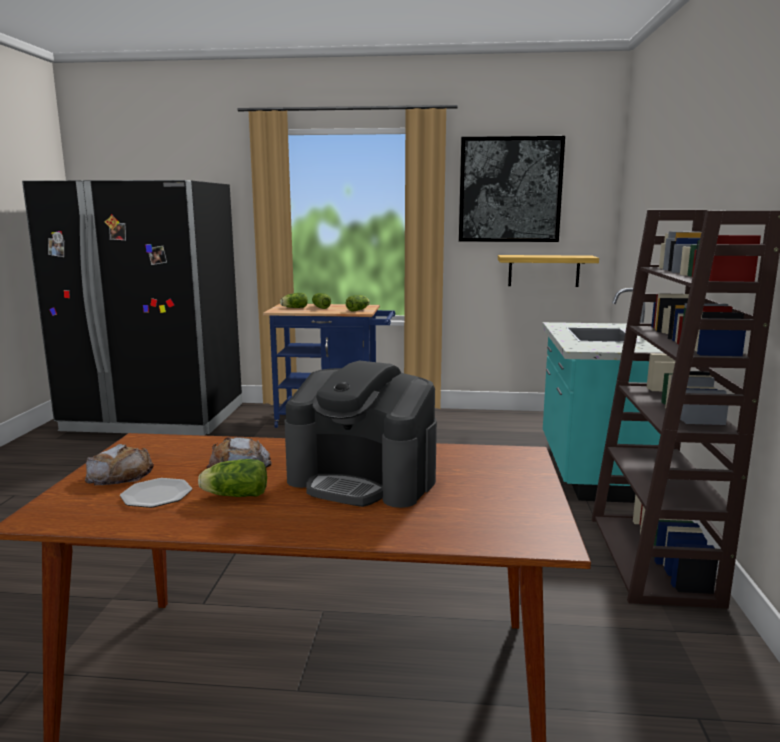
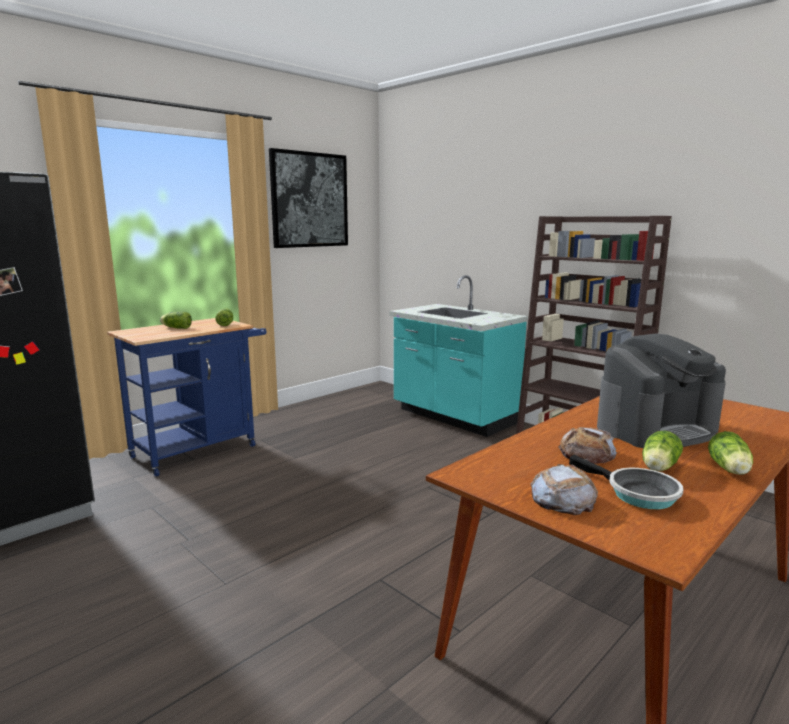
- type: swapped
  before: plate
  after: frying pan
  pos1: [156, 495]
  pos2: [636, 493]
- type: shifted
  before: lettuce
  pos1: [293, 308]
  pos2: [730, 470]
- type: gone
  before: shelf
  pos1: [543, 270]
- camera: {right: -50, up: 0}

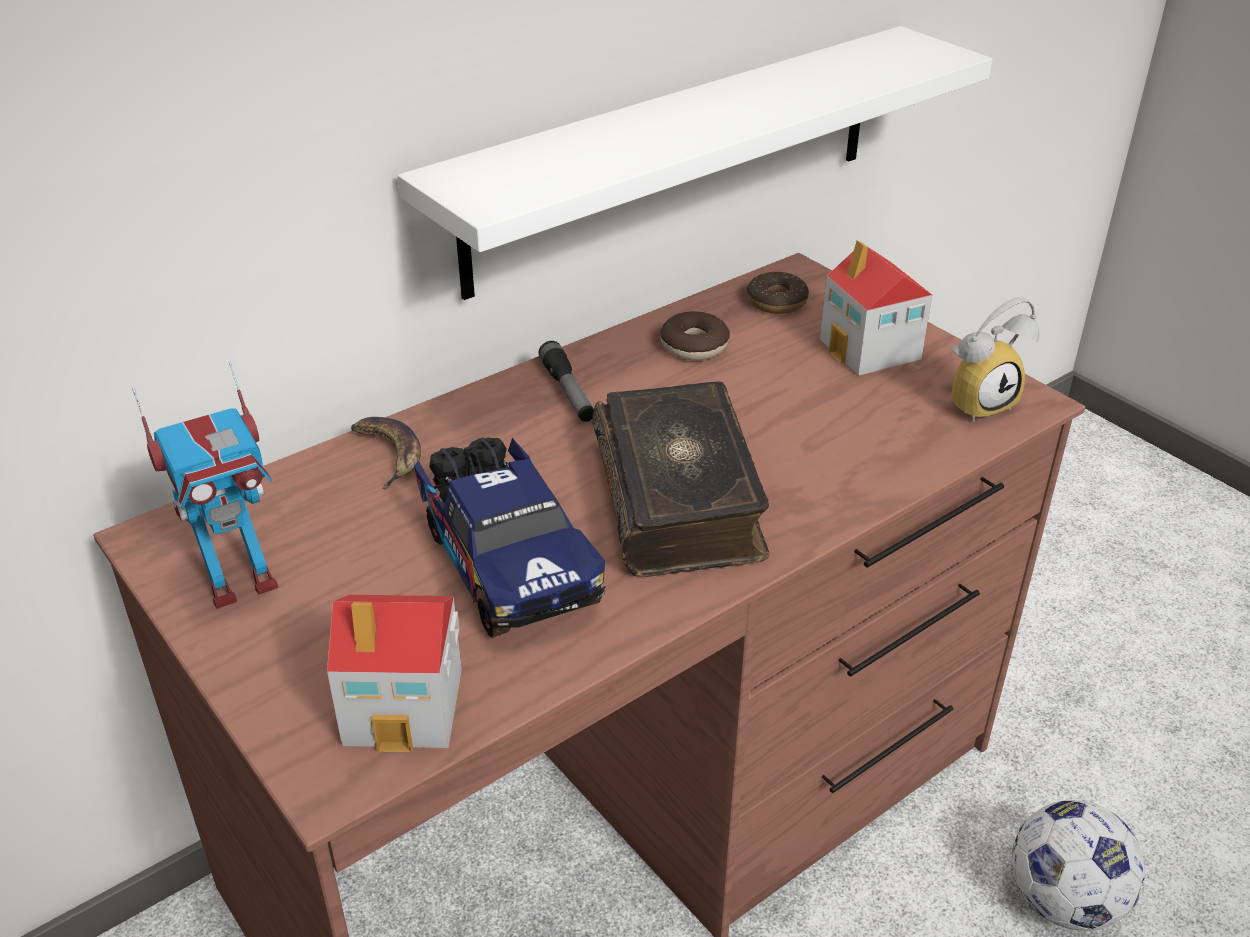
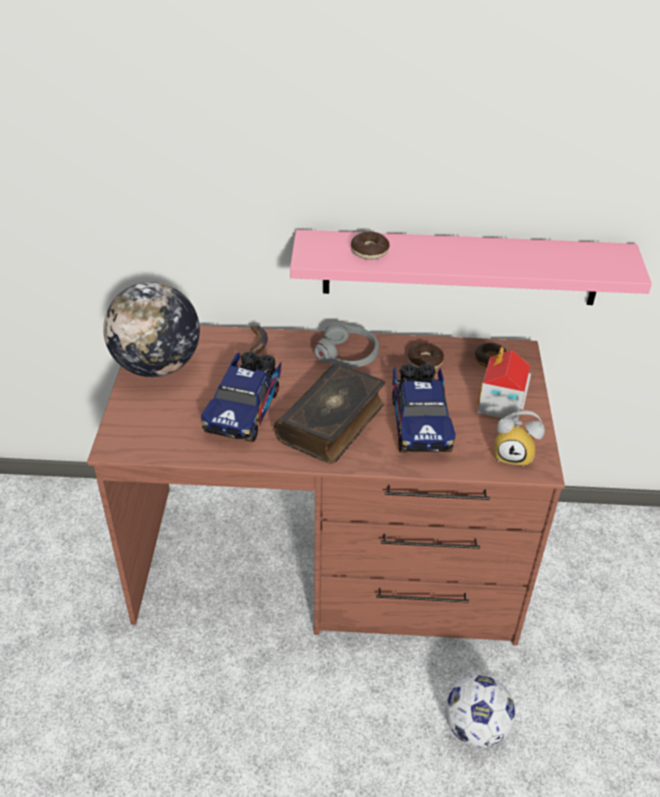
- type: swapped
  before: toy robot
  after: globe
  pos1: [240, 582]
  pos2: [157, 366]
- type: gone
  before: toy house
  pos1: [406, 706]
- type: repainted
  before: shelf in white
  after: shelf in pink
  pos1: [677, 158]
  pos2: [461, 267]
- type: swapped
  before: flashlight
  after: headphones in grey
  pos1: [568, 392]
  pos2: [348, 354]
- type: new
  after: donut
  pos2: [369, 251]
- type: new
  after: toy truck
  pos2: [420, 421]
- camera: {right: 40, up: 5}

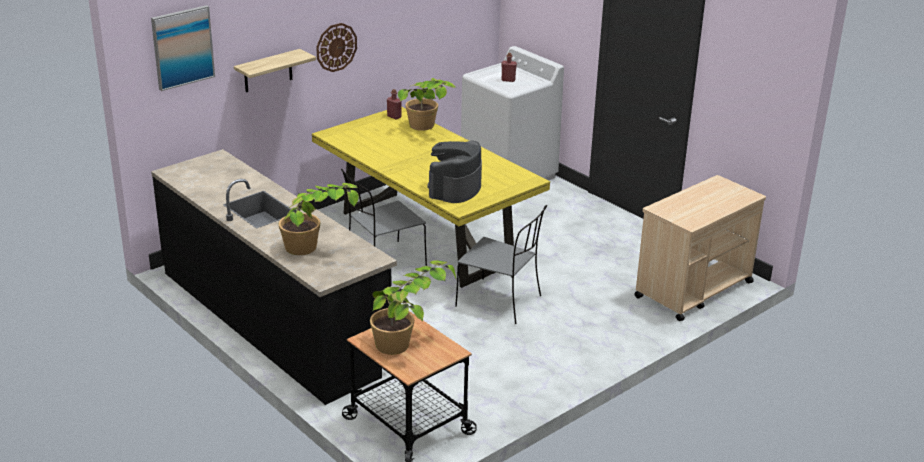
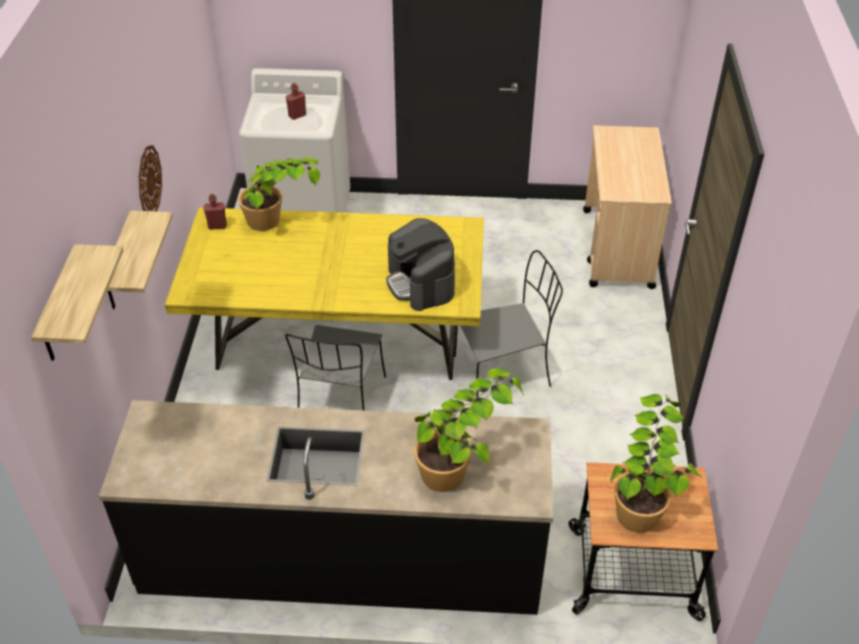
- type: swapped
  before: picture
  after: shelf
  pos1: [182, 47]
  pos2: [59, 307]
- camera: {right: -45, up: 15}

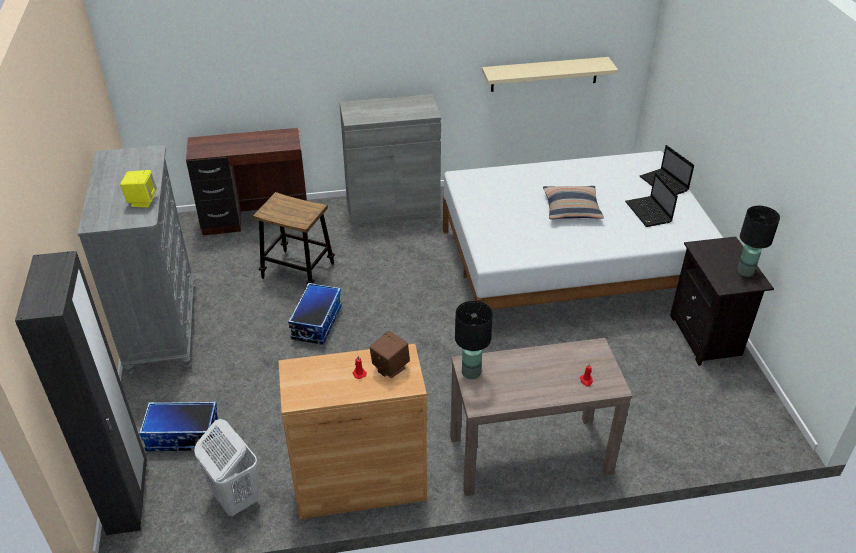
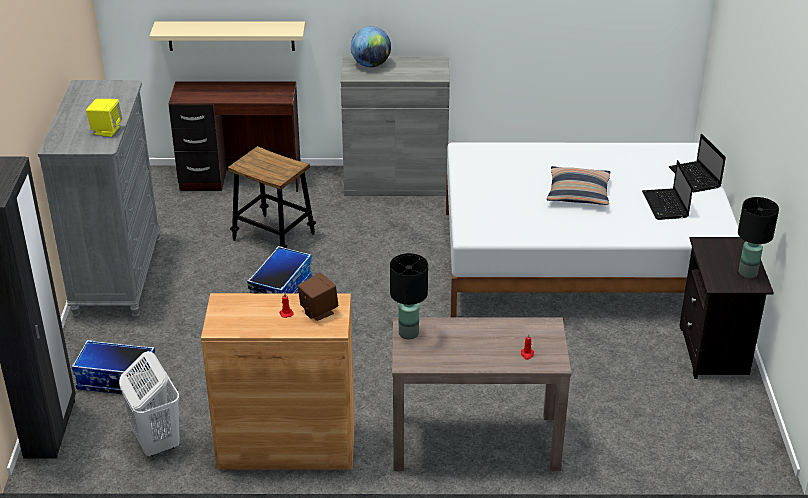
- type: shifted
  before: shelf in beige
  pos1: [544, 74]
  pos2: [231, 35]
- type: new
  after: globe
  pos2: [371, 65]
- camera: {right: 10, up: -5}

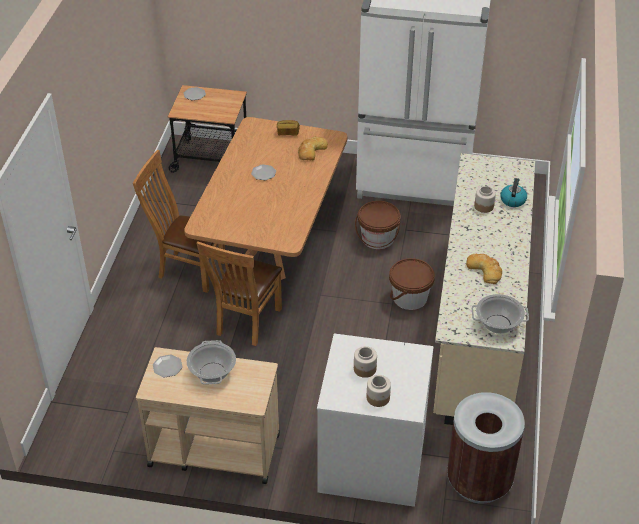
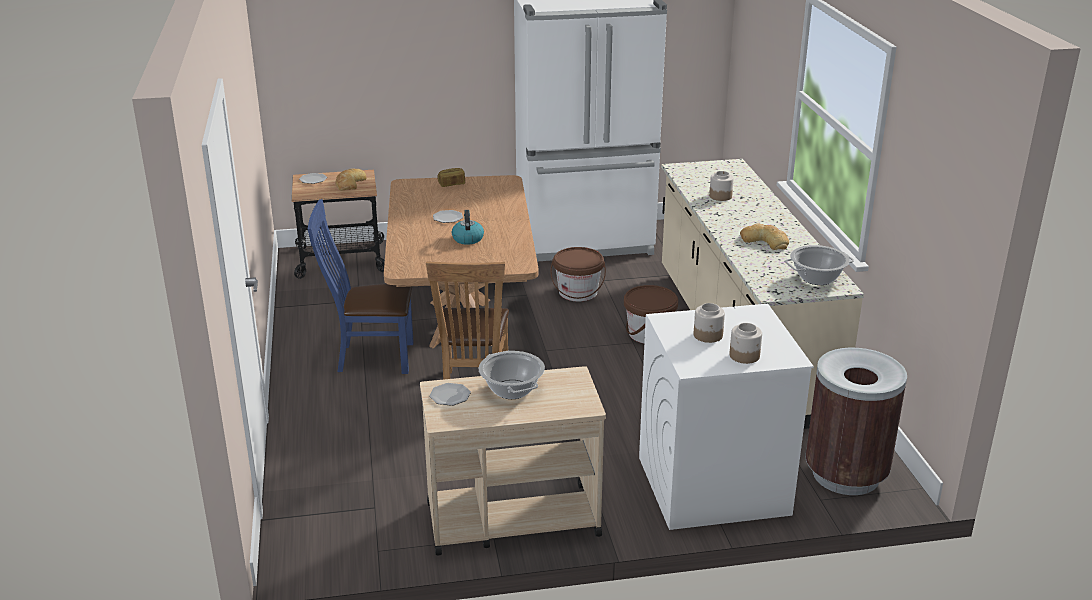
- type: repainted
  before: chair in brown
  after: chair in blue
  pos1: [188, 269]
  pos2: [370, 357]
- type: shifted
  before: bread
  pos1: [311, 151]
  pos2: [349, 183]
- type: shifted
  before: kettle
  pos1: [513, 200]
  pos2: [467, 238]
- camera: {right: -20, up: -15}

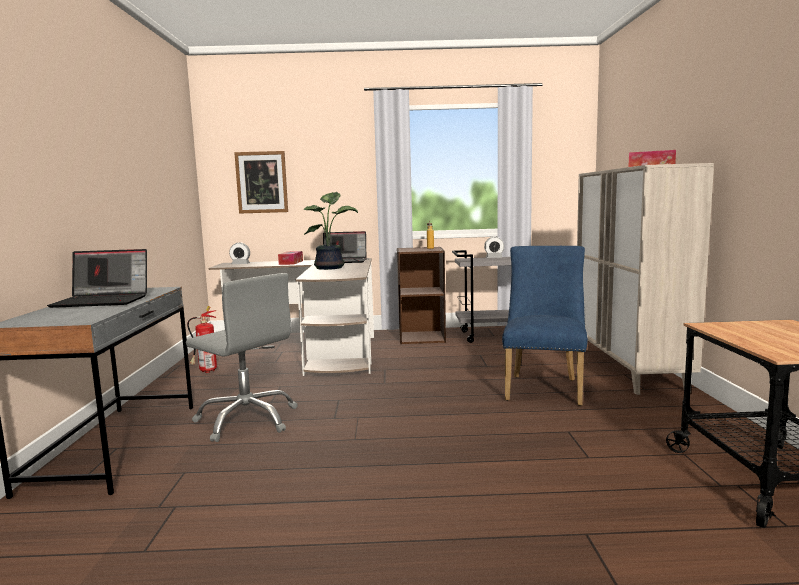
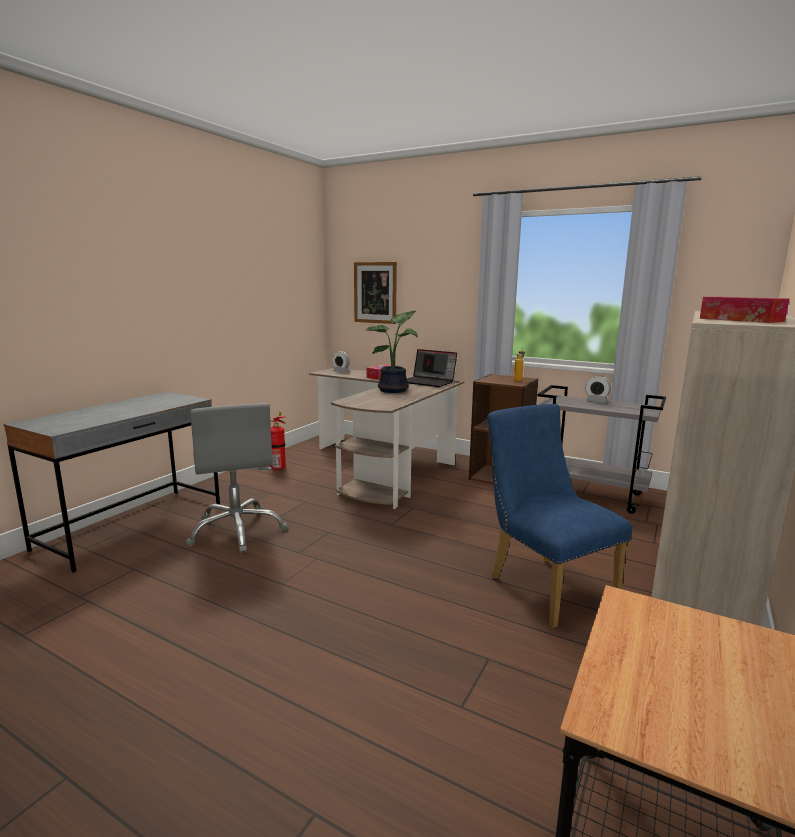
- type: gone
  before: laptop
  pos1: [104, 301]
- type: rotated
  before: chair in blue
  pos1: [544, 388]
  pos2: [544, 585]
  turn: -75
- camera: {right: 30, up: 5}

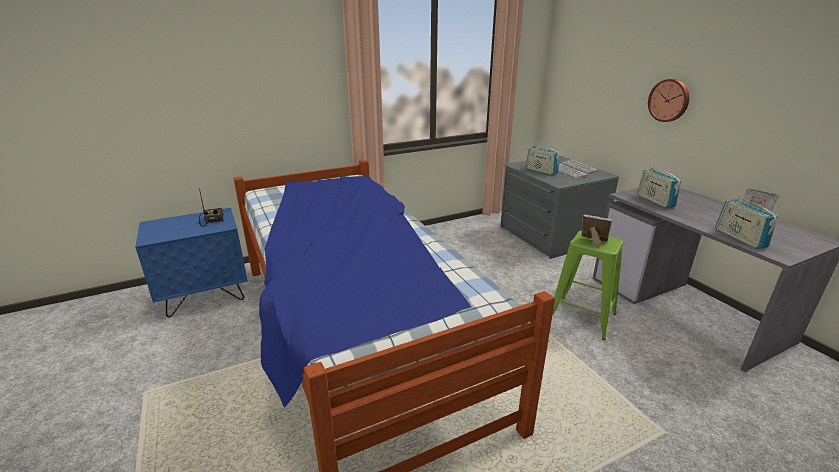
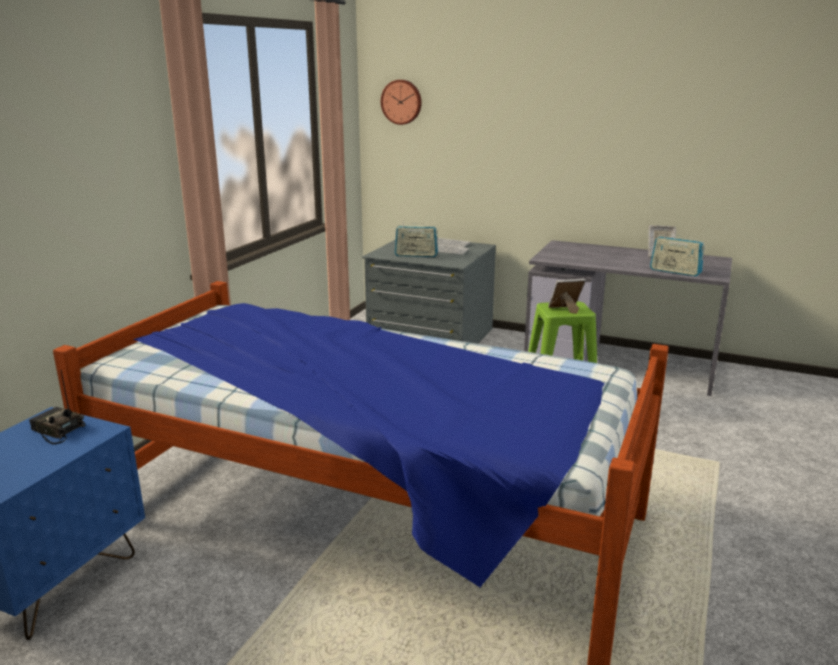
- type: gone
  before: radio
  pos1: [655, 201]
- type: shifted
  before: wall clock
  pos1: [669, 100]
  pos2: [402, 102]
- camera: {right: -40, up: -5}

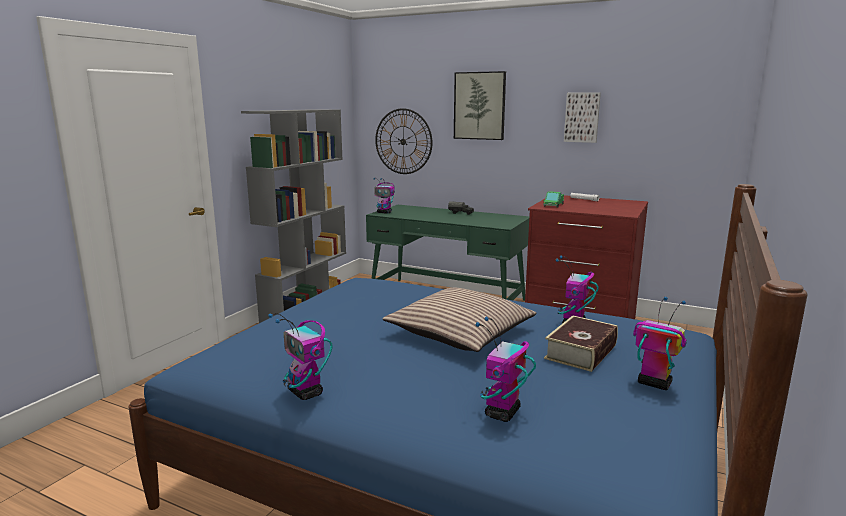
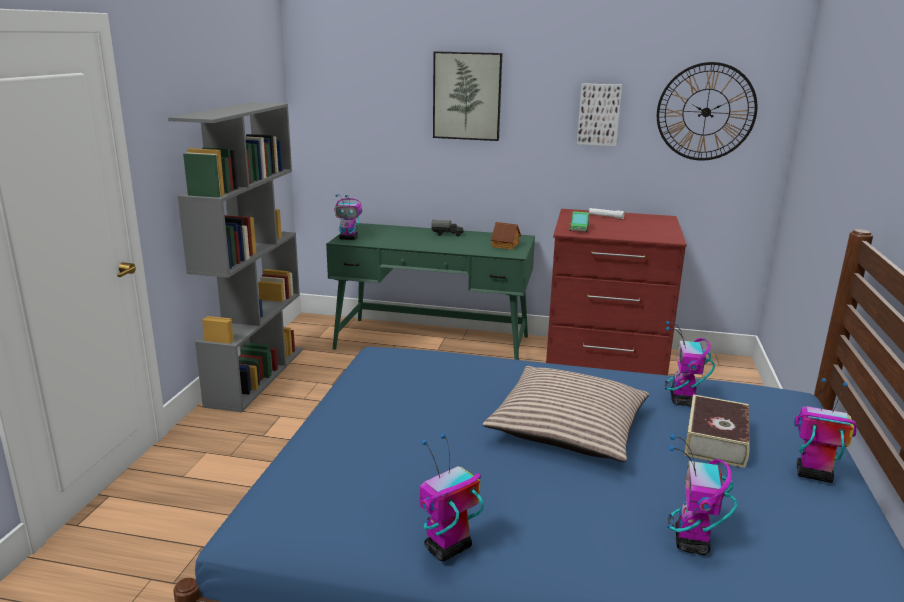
- type: rotated
  before: toy robot
  pos1: [306, 393]
  pos2: [447, 549]
  turn: 105
- type: shifted
  before: wall clock
  pos1: [403, 141]
  pos2: [706, 112]
- type: new
  after: toy house
  pos2: [506, 245]
- camera: {right: -15, up: 5}

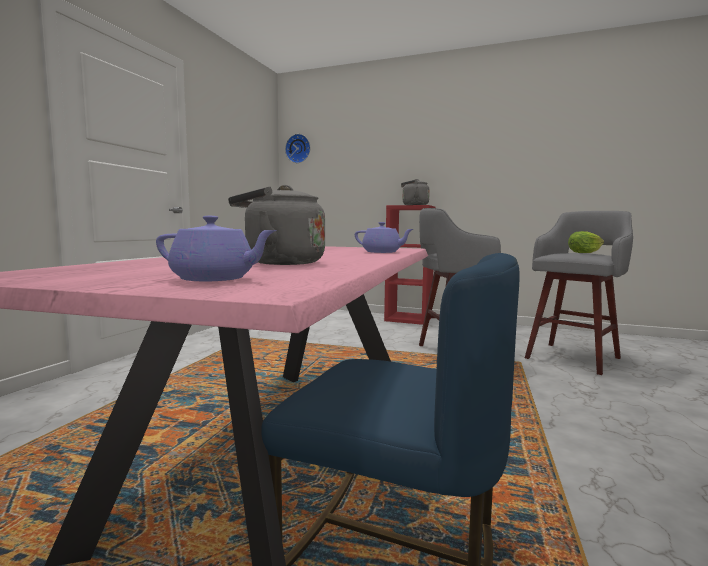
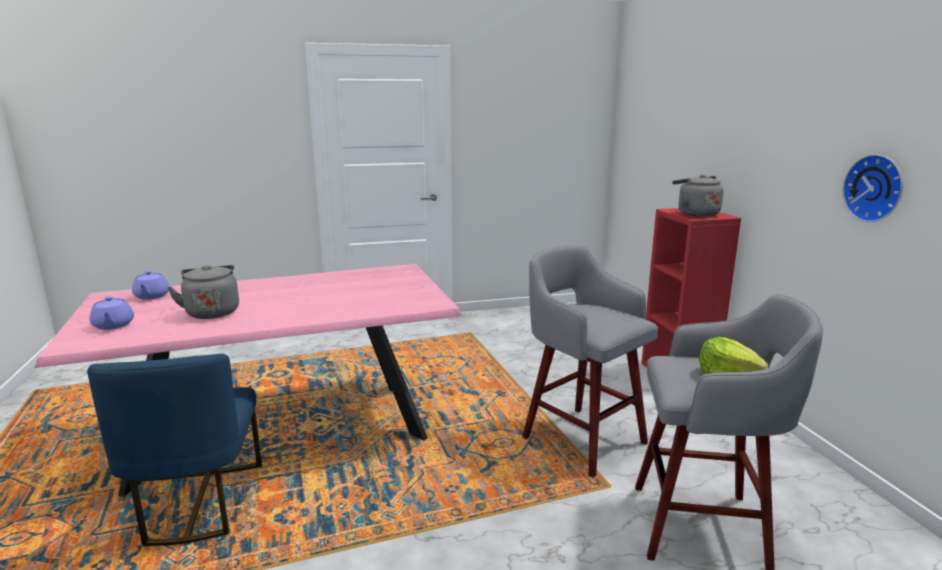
- type: shifted
  before: wall clock
  pos1: [298, 149]
  pos2: [875, 188]
- type: shifted
  before: teapot in purple
  pos1: [382, 252]
  pos2: [151, 296]
- camera: {right: 55, up: 10}

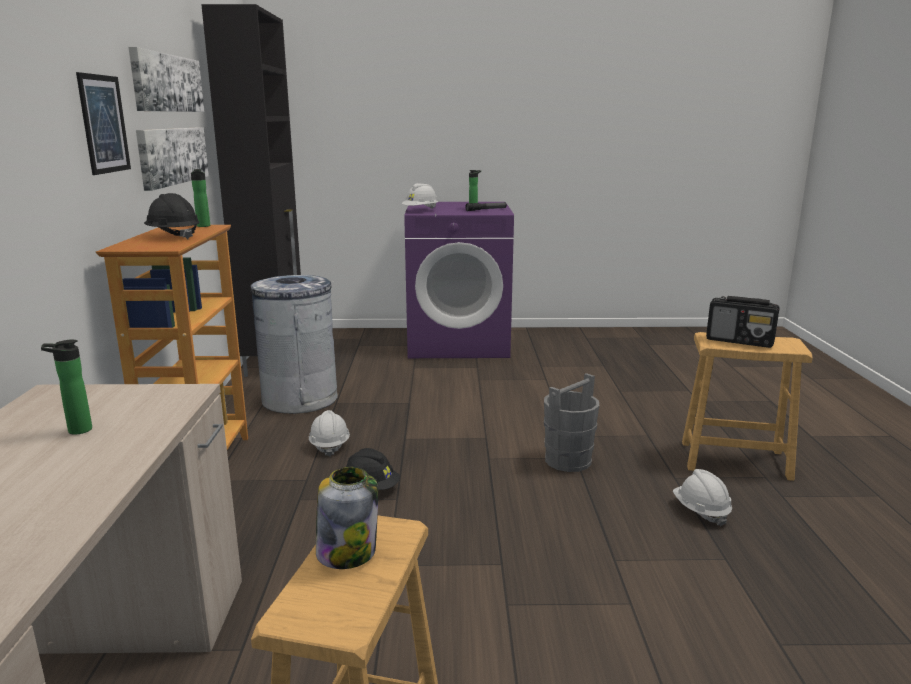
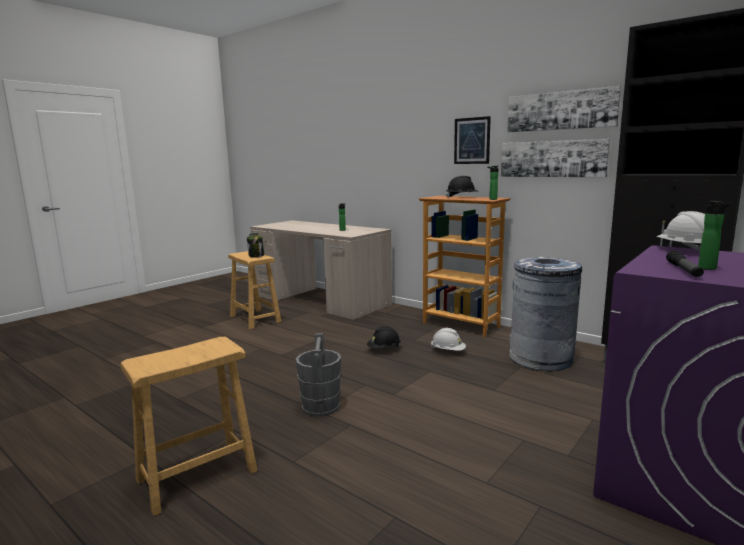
- type: gone
  before: hard hat in white
  pos1: [700, 511]
- type: gone
  before: radio
  pos1: [740, 341]
- camera: {right: 130, up: -5}

